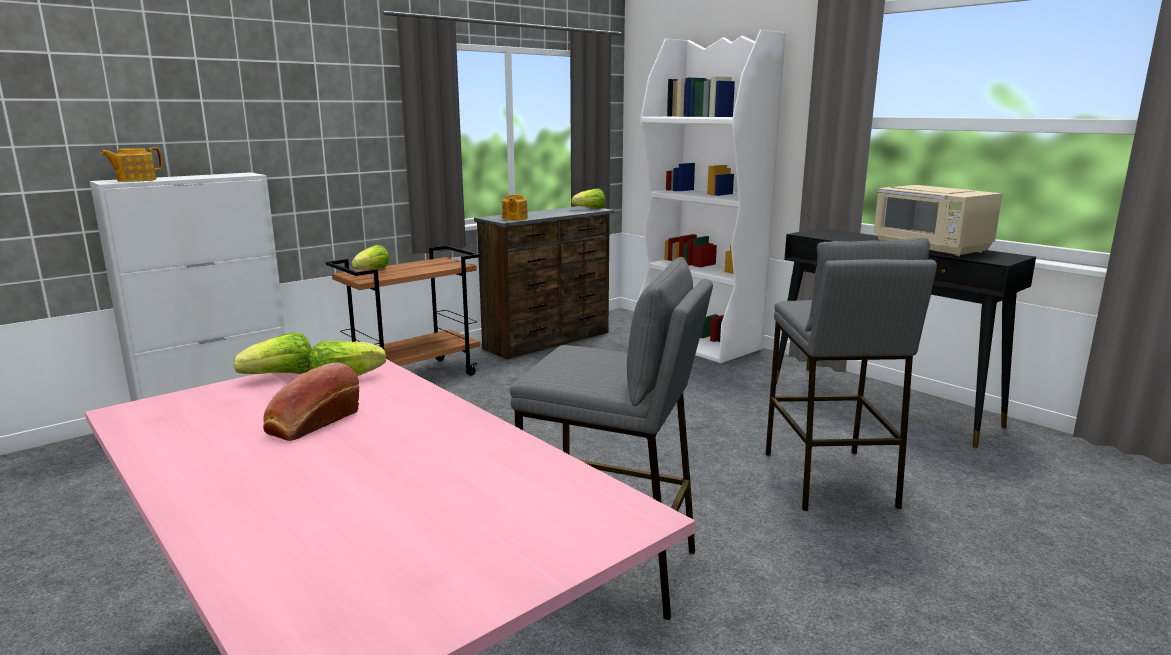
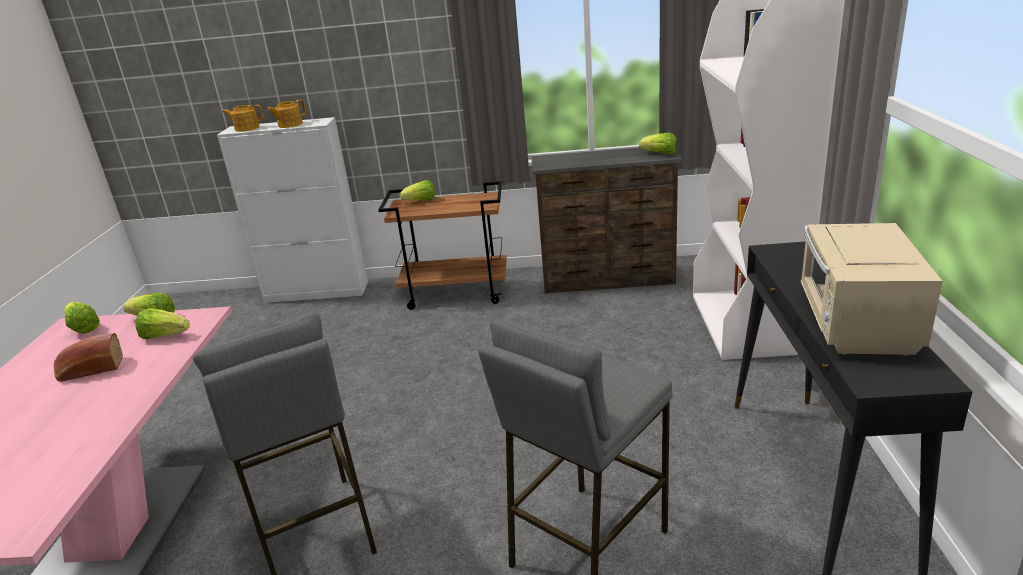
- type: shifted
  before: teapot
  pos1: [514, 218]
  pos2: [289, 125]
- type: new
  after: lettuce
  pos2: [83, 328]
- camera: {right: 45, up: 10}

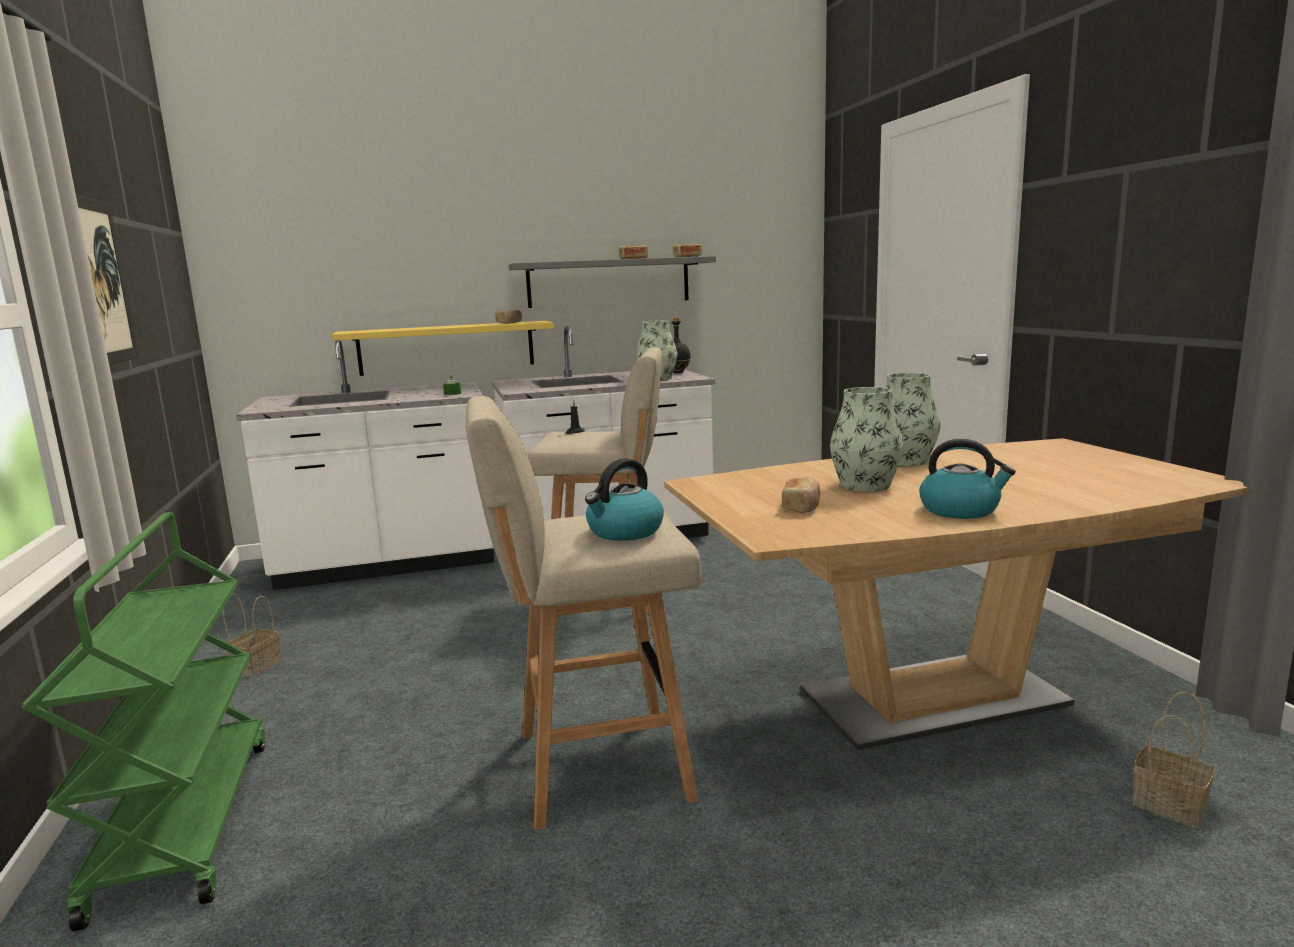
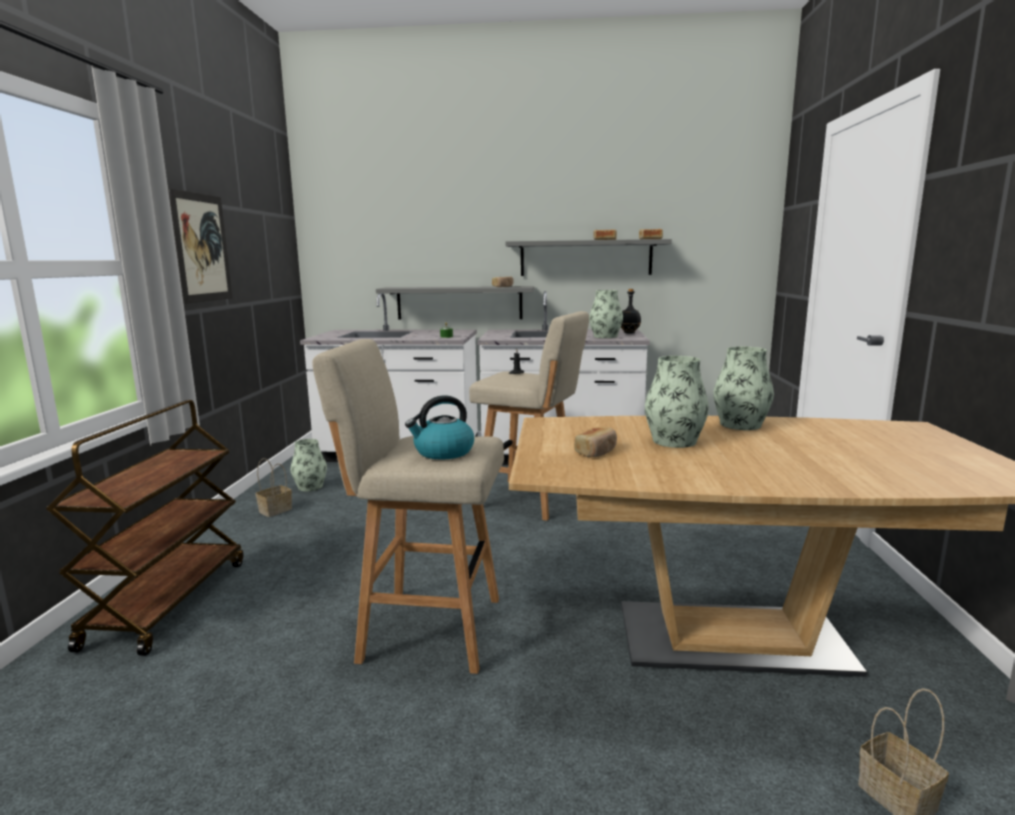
- type: repainted
  before: cart in green
  after: cart in brown
  pos1: [183, 823]
  pos2: [168, 601]
- type: repainted
  before: shelf in yellow
  after: shelf in grey
  pos1: [447, 348]
  pos2: [459, 303]
- type: gone
  before: kettle
  pos1: [960, 510]
- type: new
  after: vase
  pos2: [310, 487]
- camera: {right: 20, up: 0}

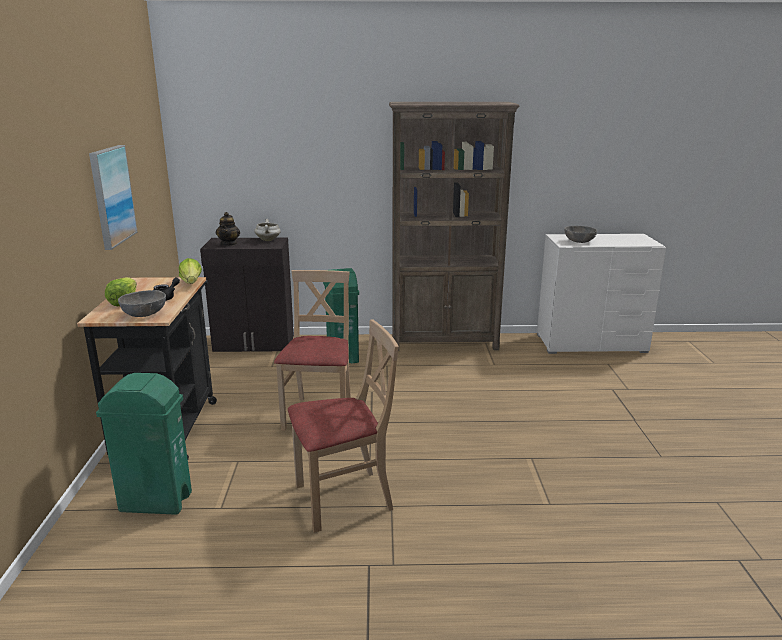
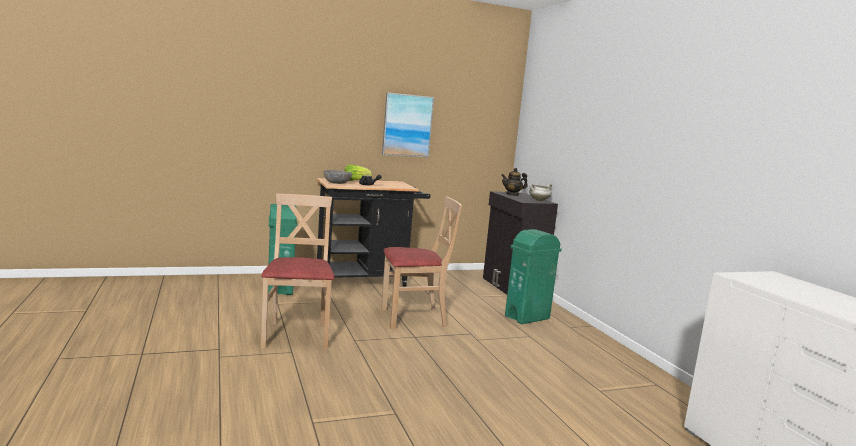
- type: gone
  before: lettuce
  pos1: [191, 283]
- type: rotated
  before: chair in beige
  pos1: [343, 499]
  pos2: [296, 335]
  turn: -150
- type: gone
  before: bookcase in brown
  pos1: [445, 342]
- type: gone
  before: bowl in grey
  pos1: [579, 241]
- camera: {right: 70, up: -10}

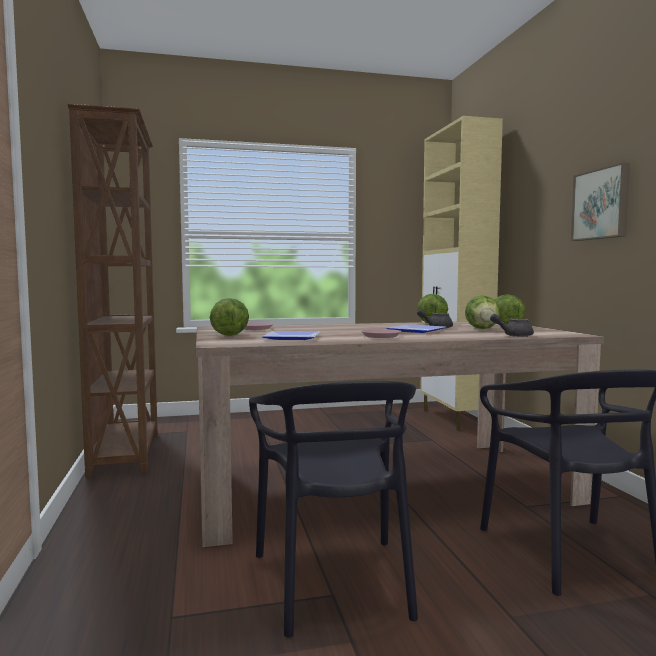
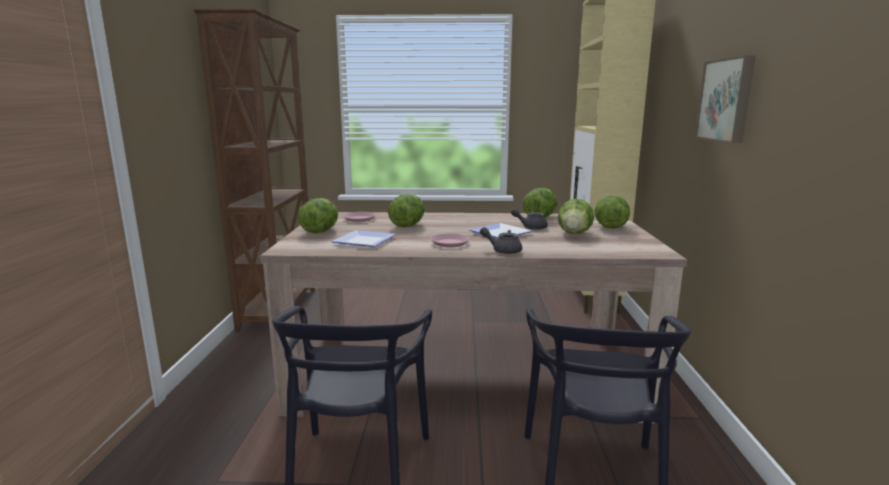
- type: shifted
  before: teapot in grey
  pos1: [513, 335]
  pos2: [503, 250]
- type: new
  after: lettuce
  pos2: [407, 225]
- camera: {right: 15, up: 10}

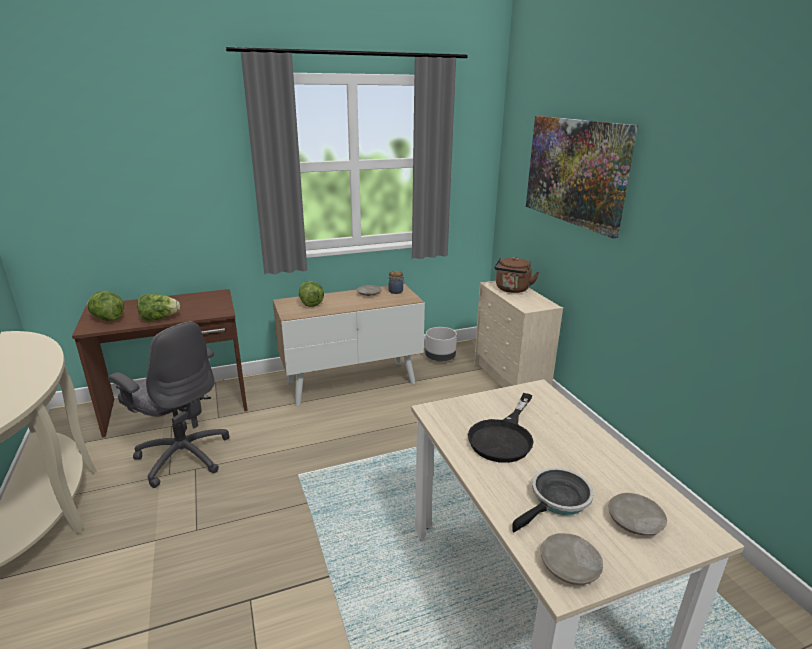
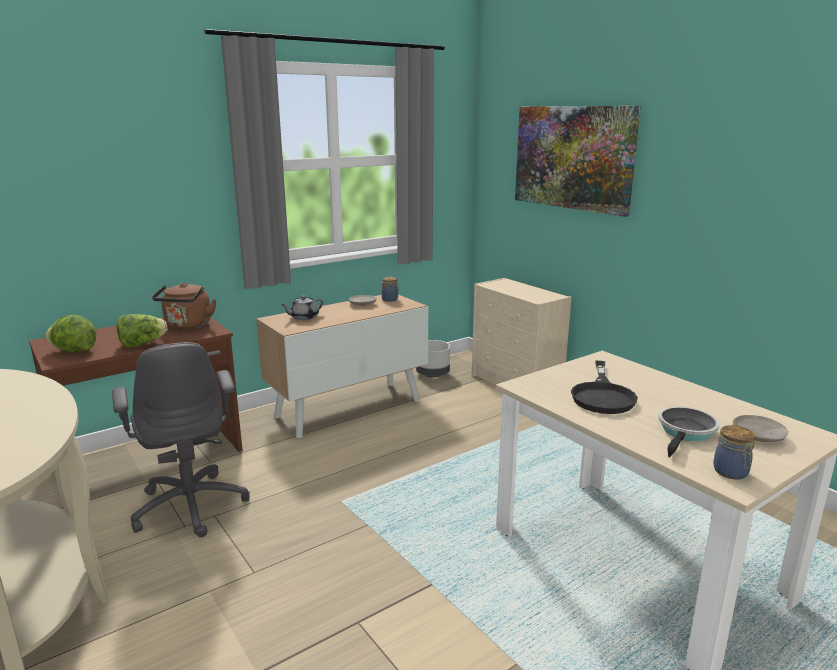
- type: rotated
  before: office chair in grey
  pos1: [183, 455]
  pos2: [191, 505]
  turn: 45
- type: swapped
  before: lettuce
  after: teapot in grey
  pos1: [310, 303]
  pos2: [303, 317]
- type: shifted
  before: kettle in brown
  pos1: [512, 290]
  pos2: [187, 326]
- type: swapped
  before: plate in beige
  after: jar
  pos1: [570, 566]
  pos2: [731, 473]
- camera: {right: -15, up: -5}

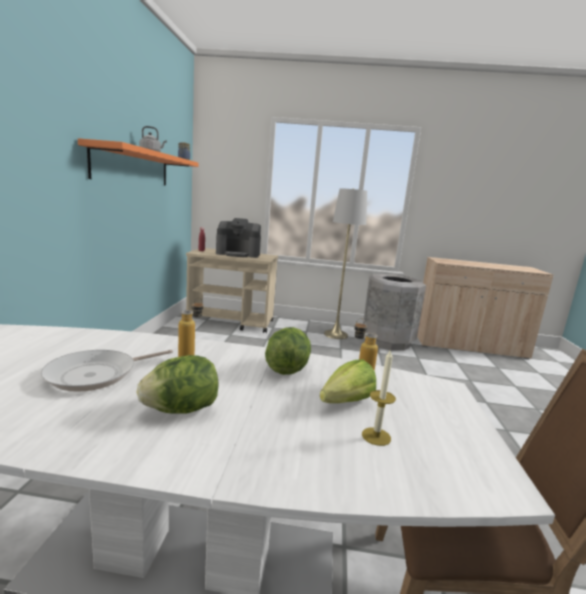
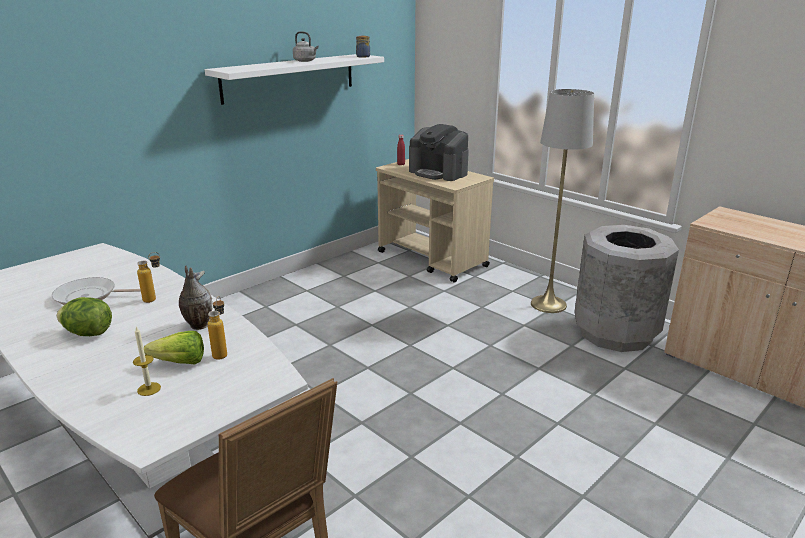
- type: repainted
  before: shelf in orange
  after: shelf in white
  pos1: [133, 167]
  pos2: [290, 77]
- type: swapped
  before: lettuce
  after: vase
  pos1: [287, 369]
  pos2: [198, 325]
- camera: {right: 40, up: 10}

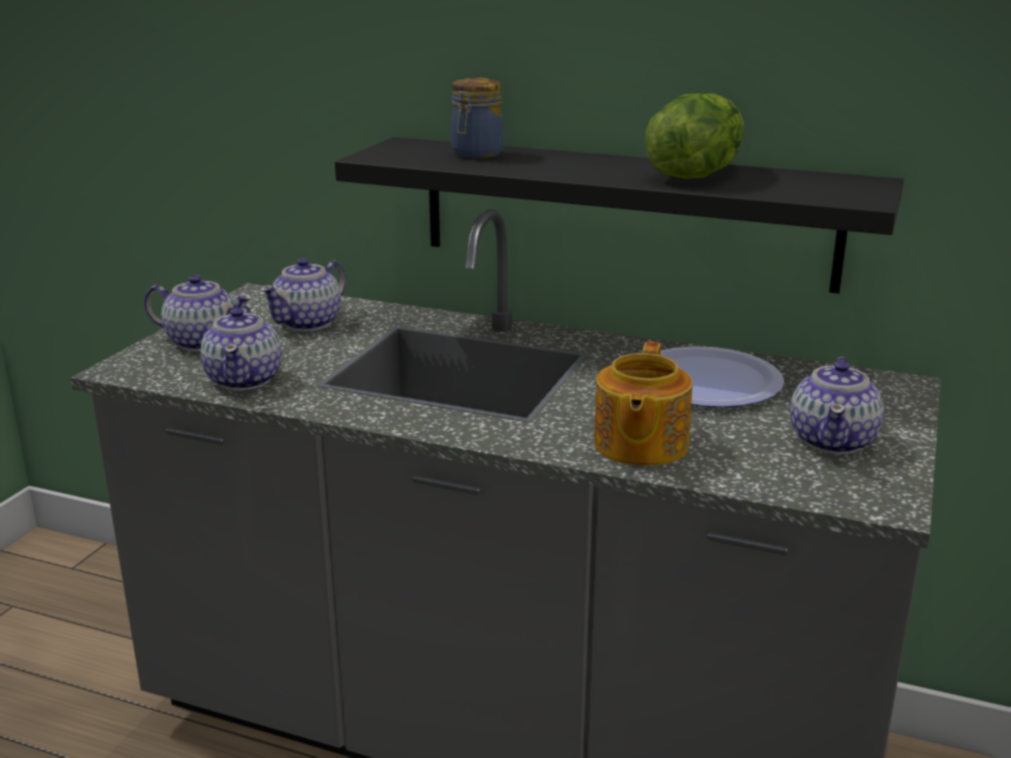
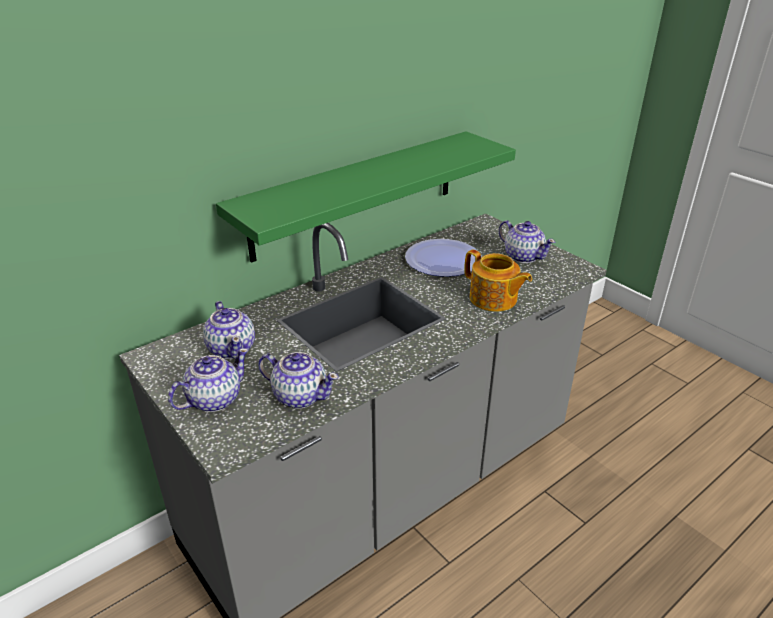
- type: repainted
  before: shelf in black
  after: shelf in green
  pos1: [625, 212]
  pos2: [356, 194]
- type: gone
  before: jar
  pos1: [476, 154]
- type: gone
  before: lettuce
  pos1: [694, 175]
- camera: {right: -60, up: 10}

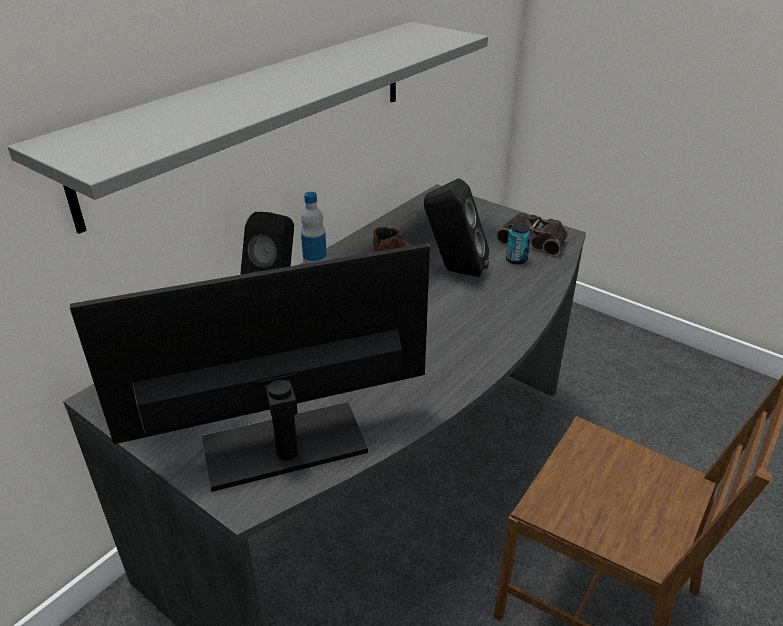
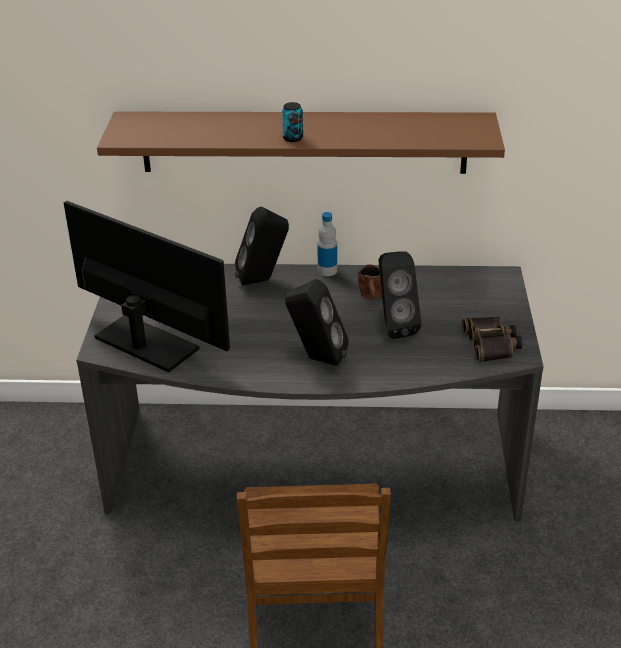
- type: repainted
  before: shelf in grey
  after: shelf in brown
  pos1: [261, 112]
  pos2: [303, 142]
- type: shifted
  before: can
  pos1: [516, 259]
  pos2: [293, 138]
- type: new
  after: speaker in black
  pos2: [316, 358]
- camera: {right: 55, up: 0}

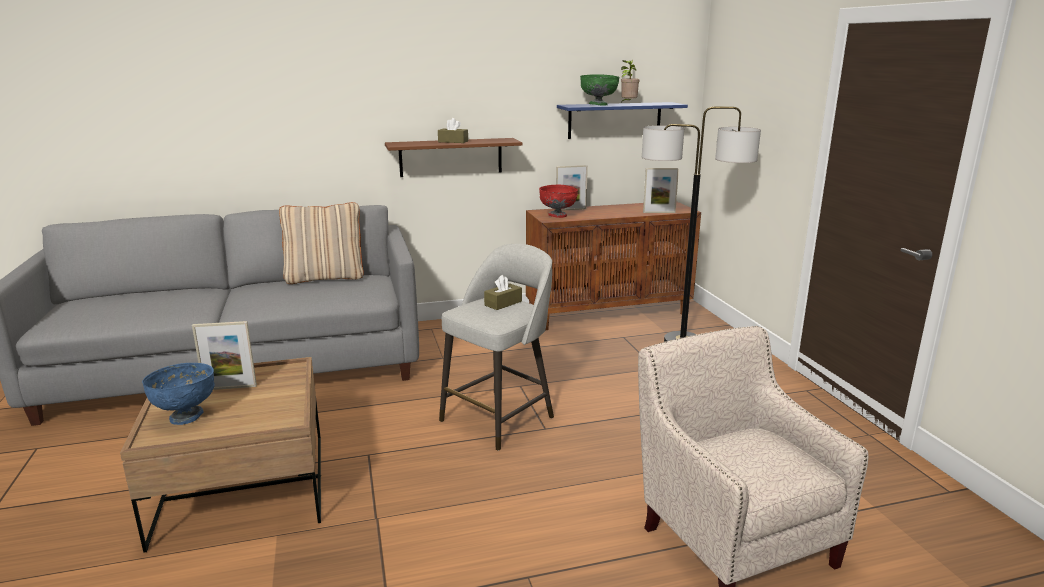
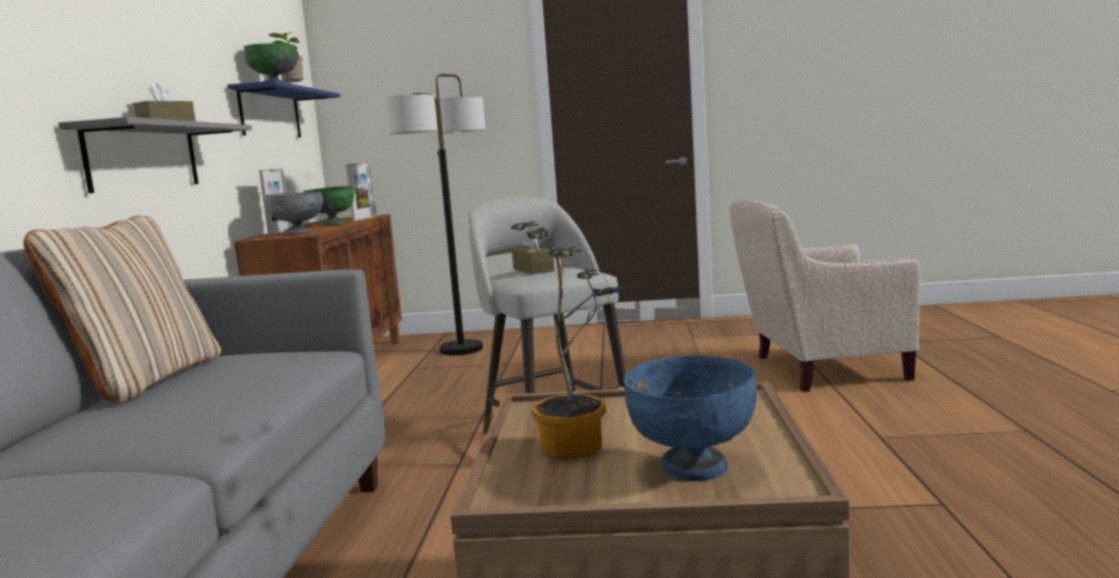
- type: swapped
  before: picture frame
  after: potted plant
  pos1: [230, 387]
  pos2: [580, 445]
- type: repainted
  before: shelf in brown
  after: shelf in grey
  pos1: [451, 157]
  pos2: [143, 157]
- type: repainted
  before: bowl in red
  after: bowl in grey
  pos1: [557, 216]
  pos2: [298, 233]
- type: new
  after: bowl in green
  pos2: [332, 224]
- camera: {right: -70, up: -10}

